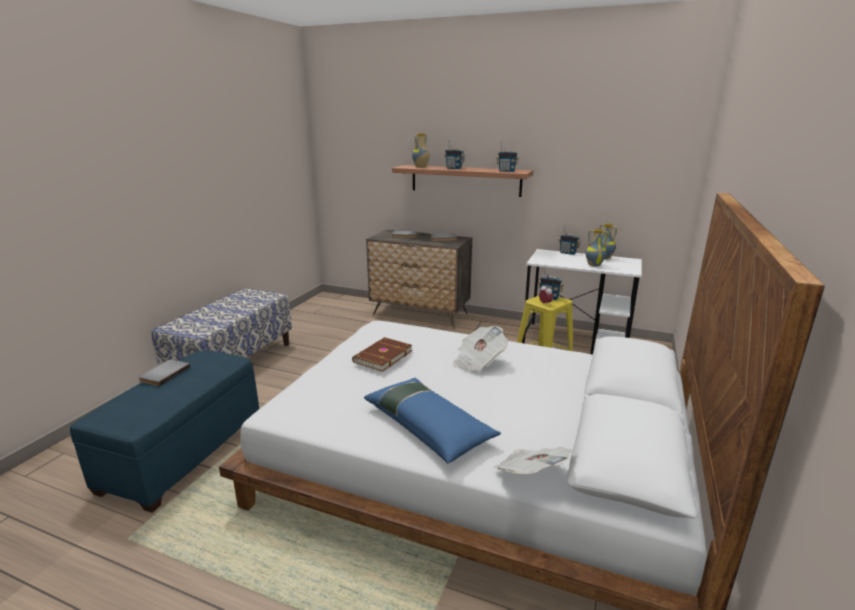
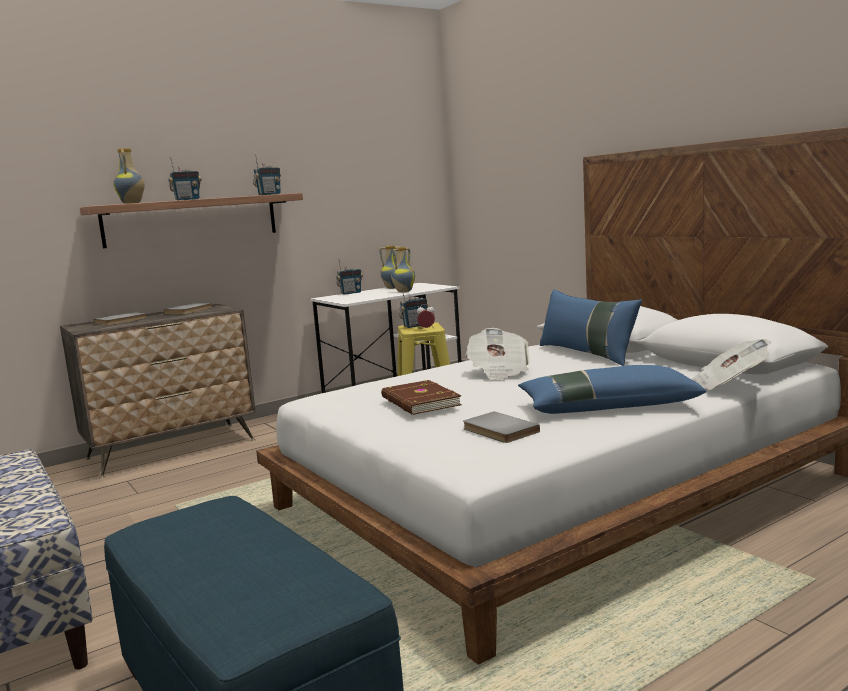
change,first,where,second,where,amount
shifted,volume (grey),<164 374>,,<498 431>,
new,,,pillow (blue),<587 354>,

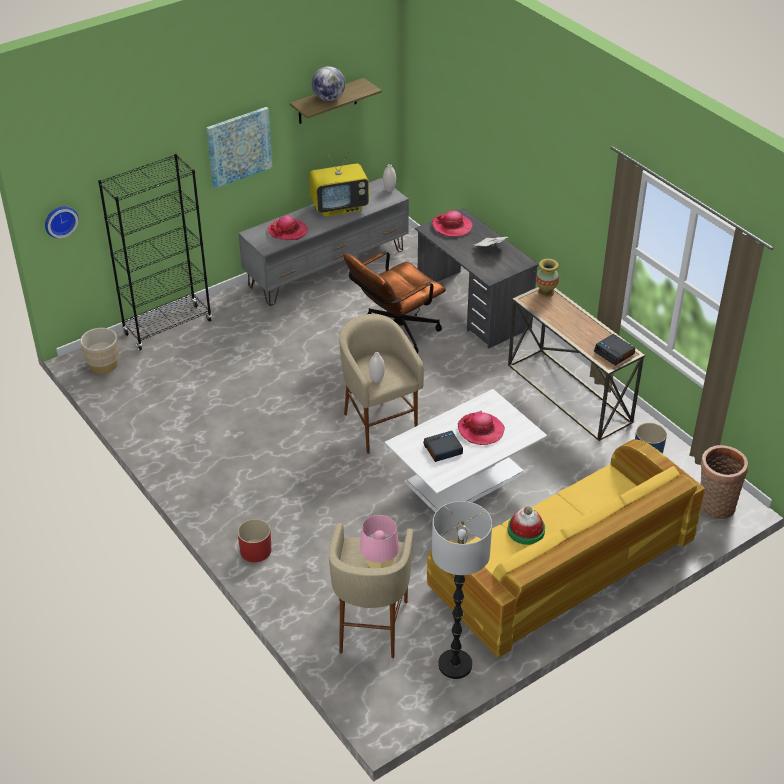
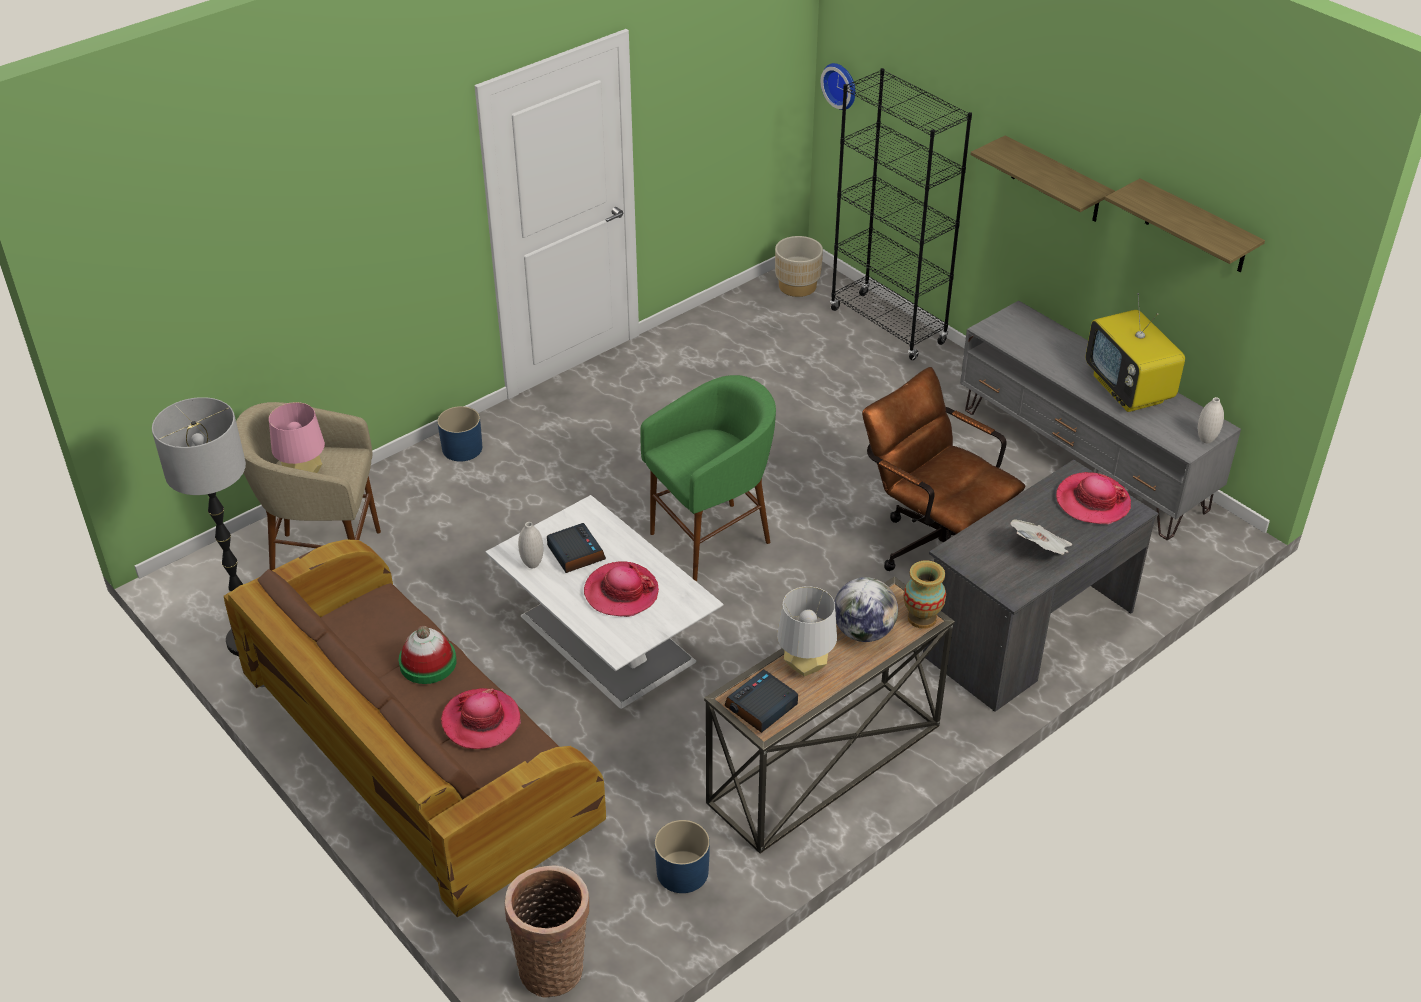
change,first,where,second,where,amount
shifted,globe,<328 98>,,<863 632>,
swapped,picture,<239 147>,wall shelf,<1056 180>,
shifted,wearable hat,<288 231>,,<481 721>,
repainted,stool (beige),<378 425>,stool (green-coloured),<712 540>,
shifted,vase (white),<377 380>,,<532 564>,
repainted,sofa (yellow-coloured),<562 568>,sofa (brown),<415 752>,
repainted,plant pot (reddish),<255 550>,plant pot (blue),<462 448>,
new,,,table lamp (grey),<805 666>,

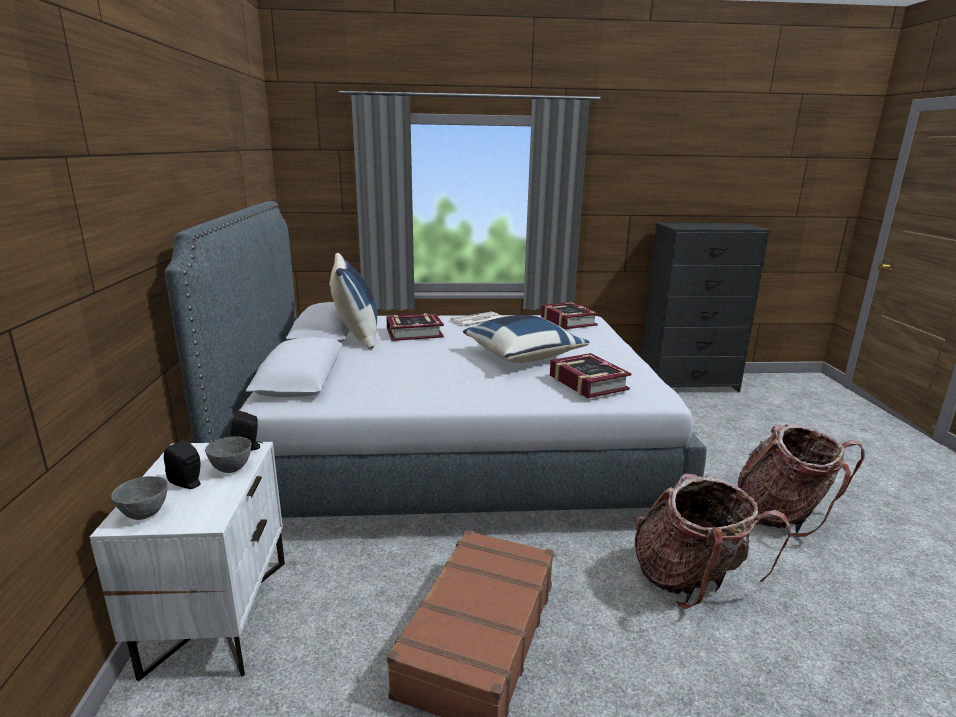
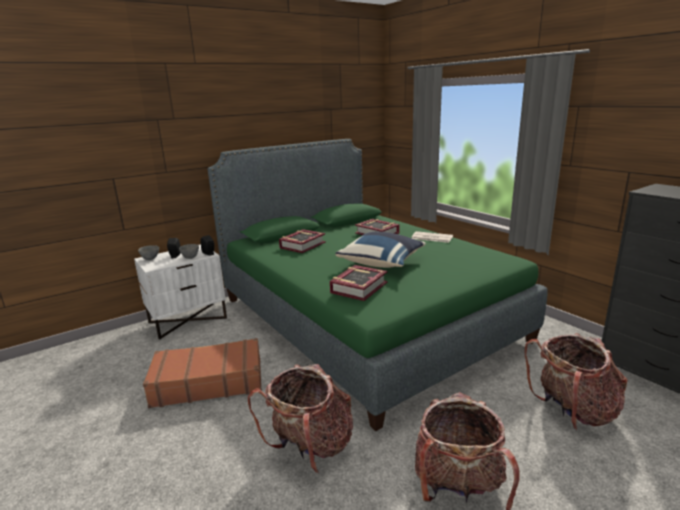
change,first,where,second,where,amount
repainted,bed (grey),<451 453>,bed (green-coloured),<363 318>,
gone,pillow (blue),<355 336>,,,
shifted,volume,<568 321>,,<302 245>,
new,,,rucksack,<572 411>,

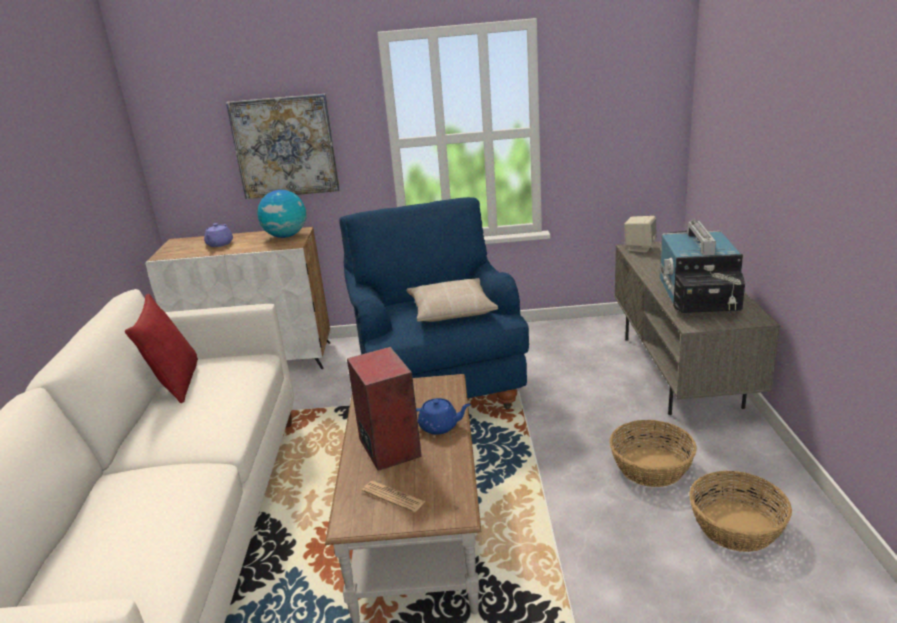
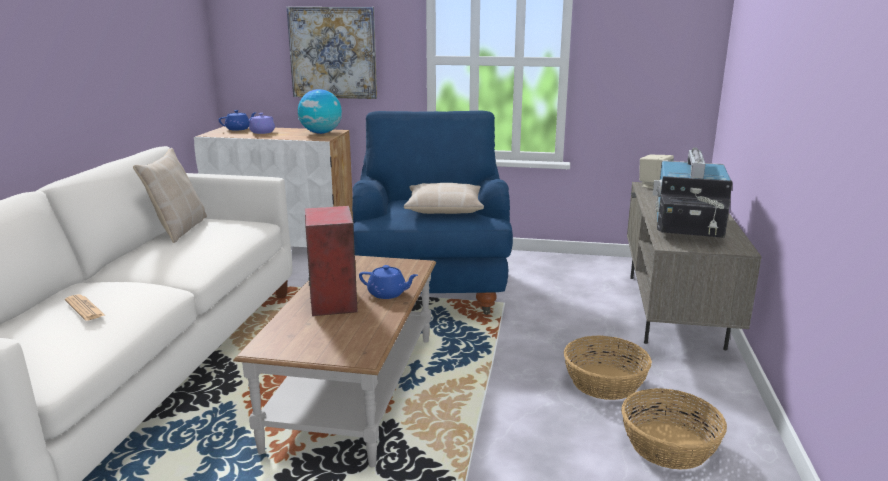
change,first,where,second,where,amount
repainted,pillow (reddish),<175 383>,pillow (beige),<178 229>,
shifted,newspaper,<393 497>,,<84 308>,
new,,,teapot (blue),<238 129>,

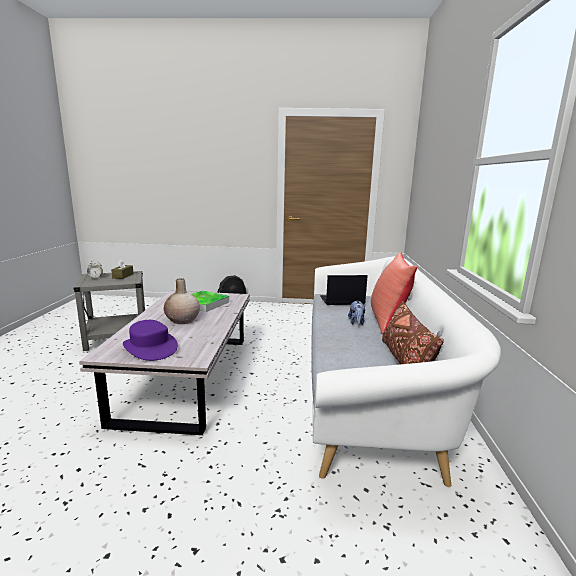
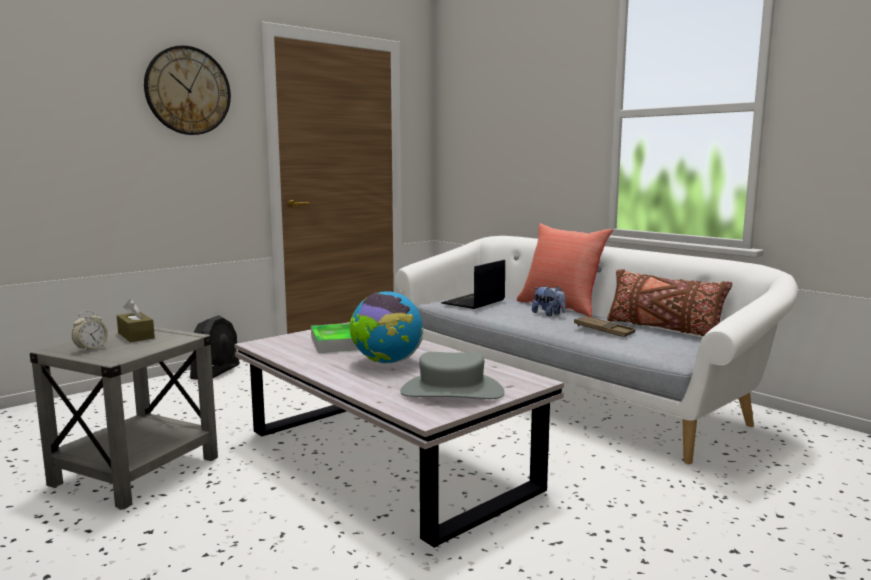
change,first,where,second,where,amount
swapped,vase (beige),<182 320>,globe,<386 362>,
repainted,wearable hat (purple),<150 347>,wearable hat (grey),<451 392>,
new,,,hanging clock,<188 91>,
new,,,tray (brown),<604 331>,

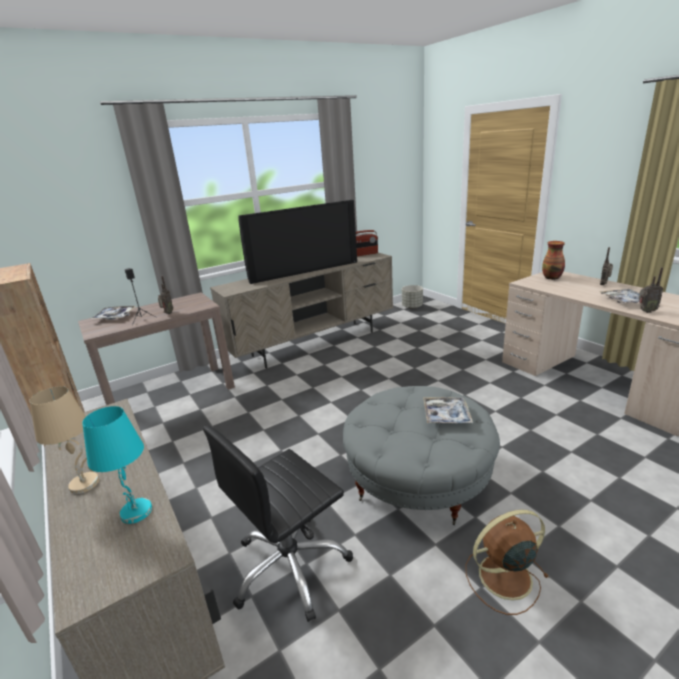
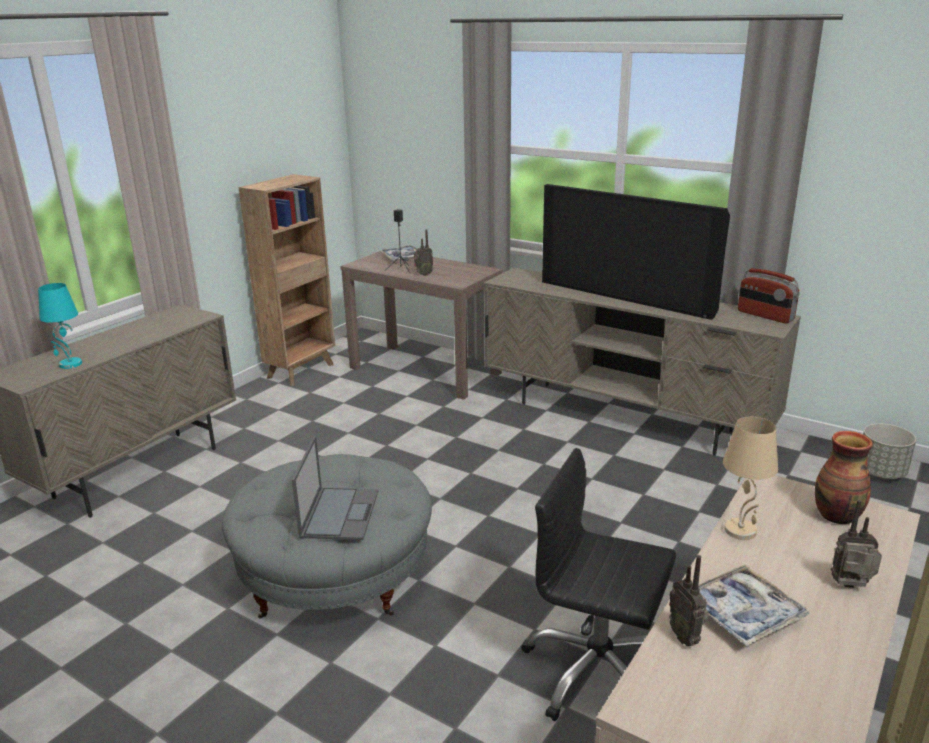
change,first,where,second,where,amount
shifted,table lamp (beige),<85 483>,,<741 531>,
swapped,tray,<446 415>,notebook computer,<339 513>,
shifted,office chair (black),<290 567>,,<597 672>,
gone,fan (brown),<503 577>,,,

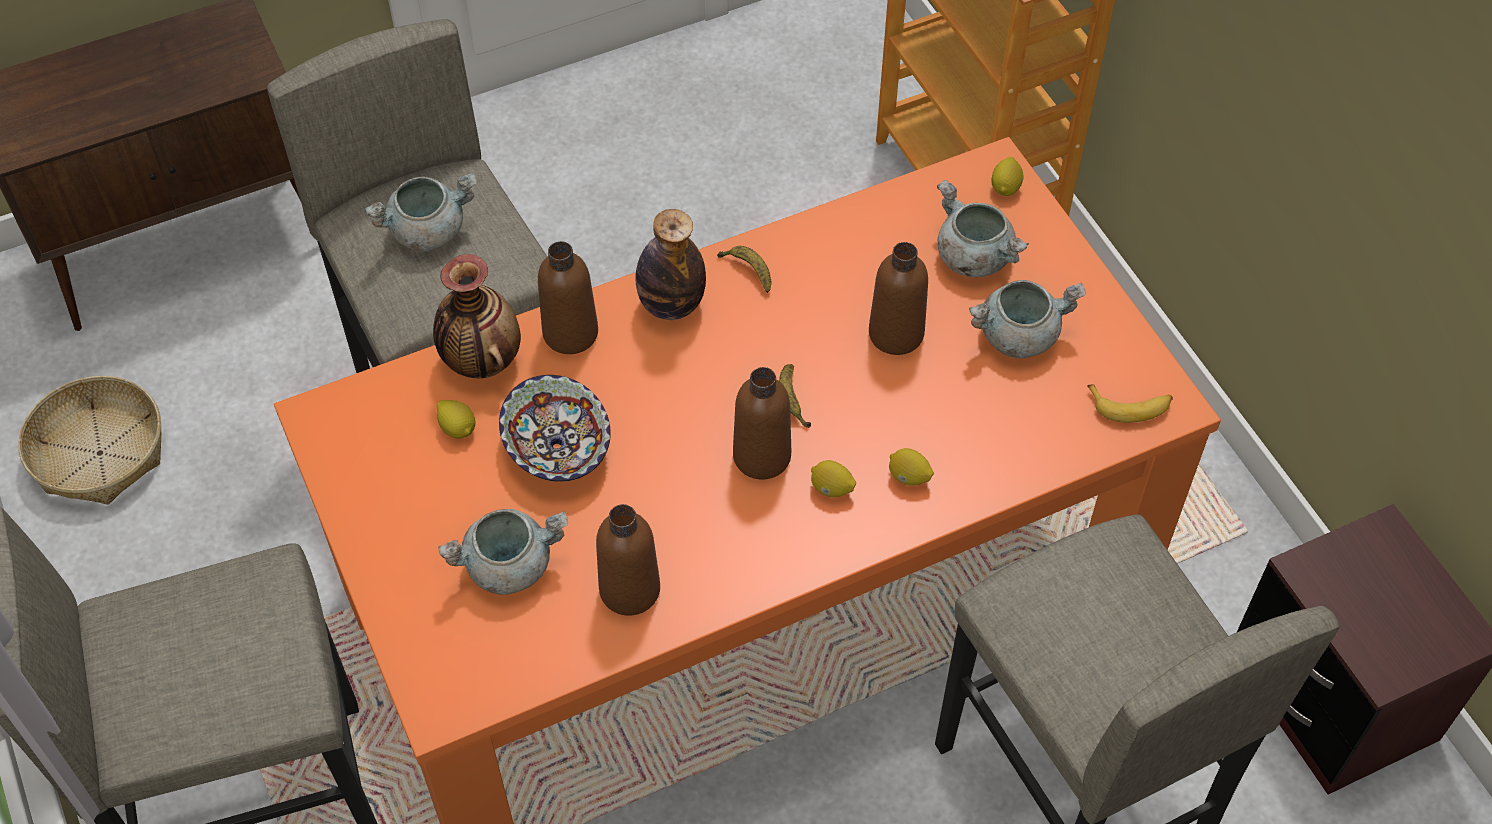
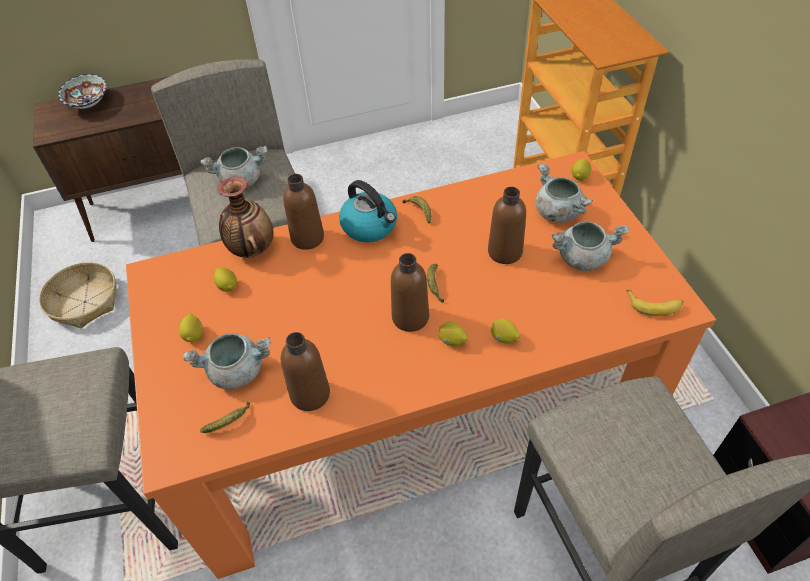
change,first,where,second,where,amount
swapped,beverage bottle,<671 304>,kettle,<370 226>,
shifted,serving bowl,<556 447>,,<88 103>,
new,,,whole lemon,<194 335>,
new,,,banana,<229 422>,

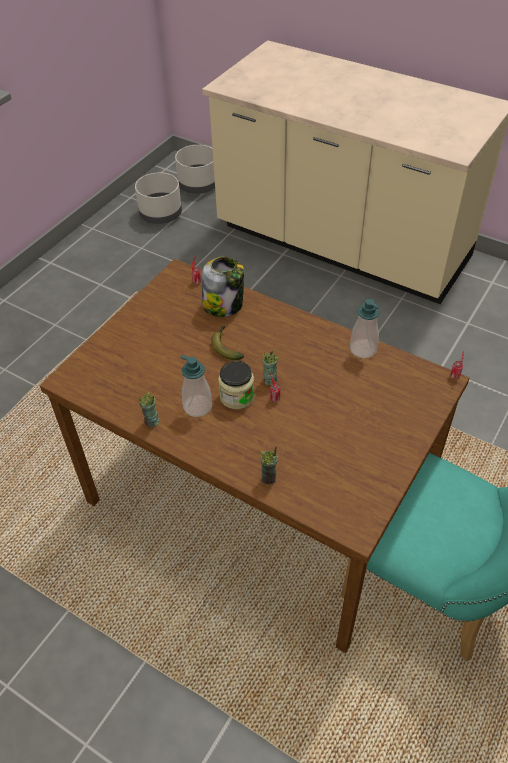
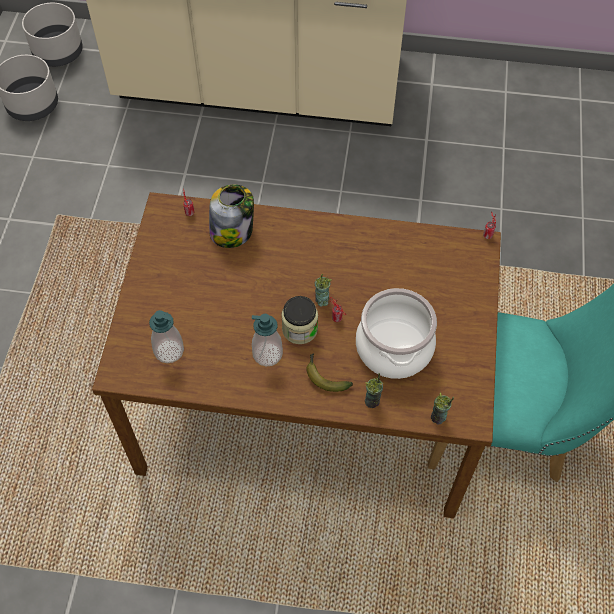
change,first,where,second,where,amount
shifted,soap bottle,<363 349>,,<169 350>,
shifted,banana,<225 346>,,<324 376>,
shifted,drinking cup,<151 422>,,<438 417>,
new,,,stockpot,<393 348>,

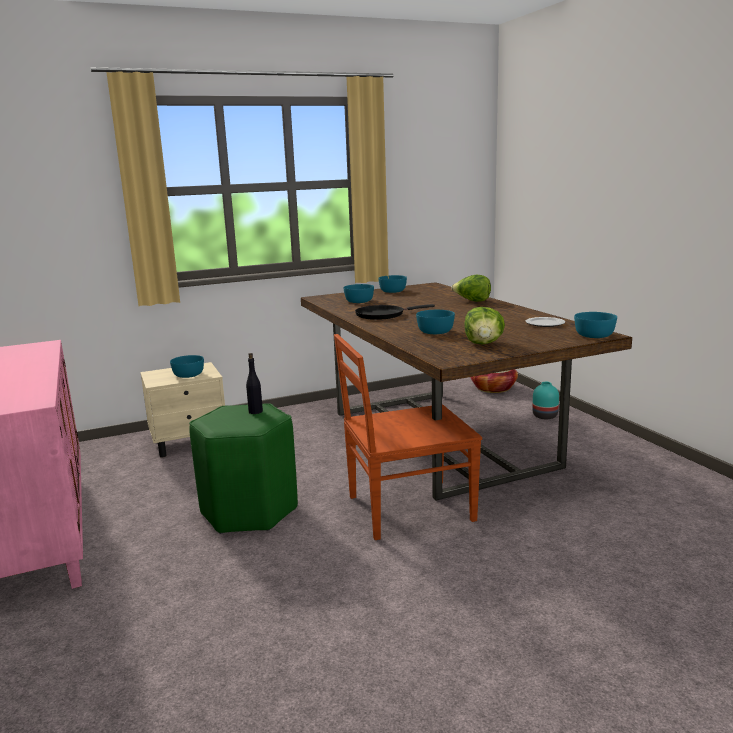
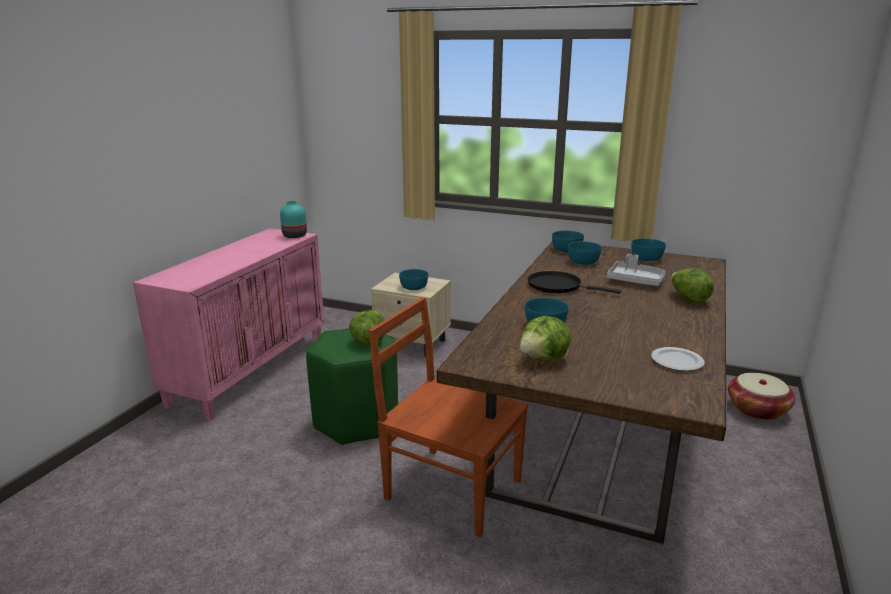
change,first,where,second,where,amount
shifted,serving bowl (blue-green),<594 335>,,<566 249>,
swapped,beverage bottle (black),<255 411>,lettuce,<368 342>,
shifted,vase (blue-green),<545 416>,,<294 236>,
new,,,tray (grey),<635 281>,

